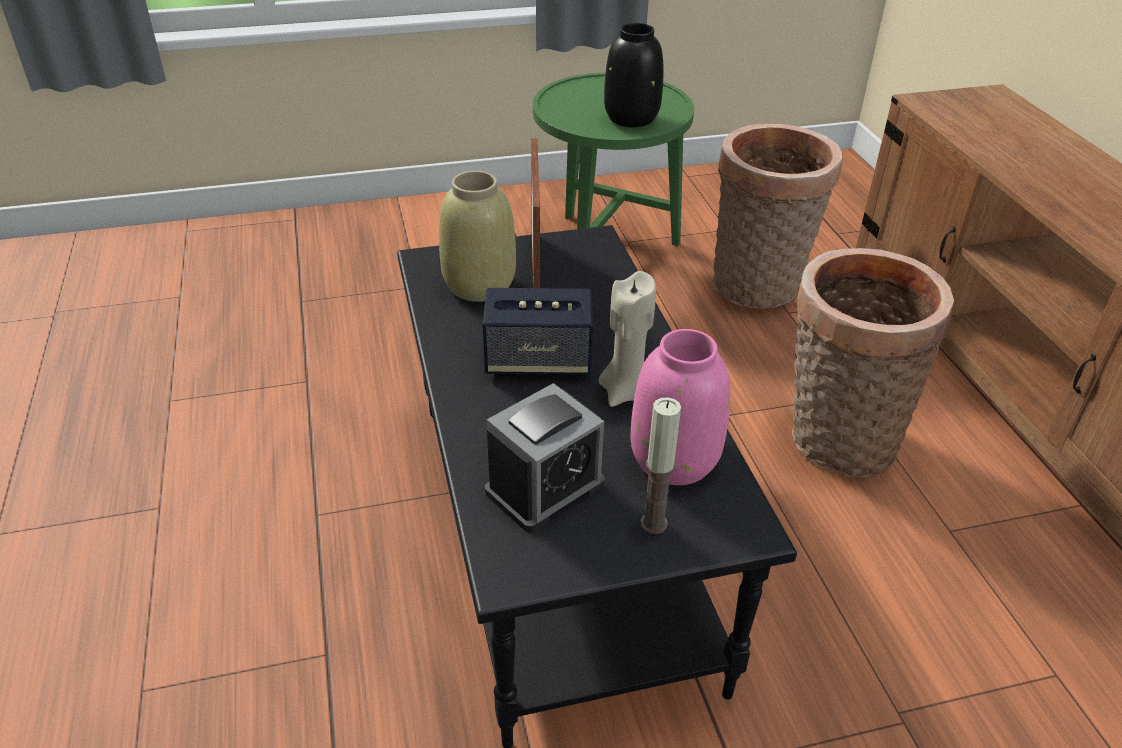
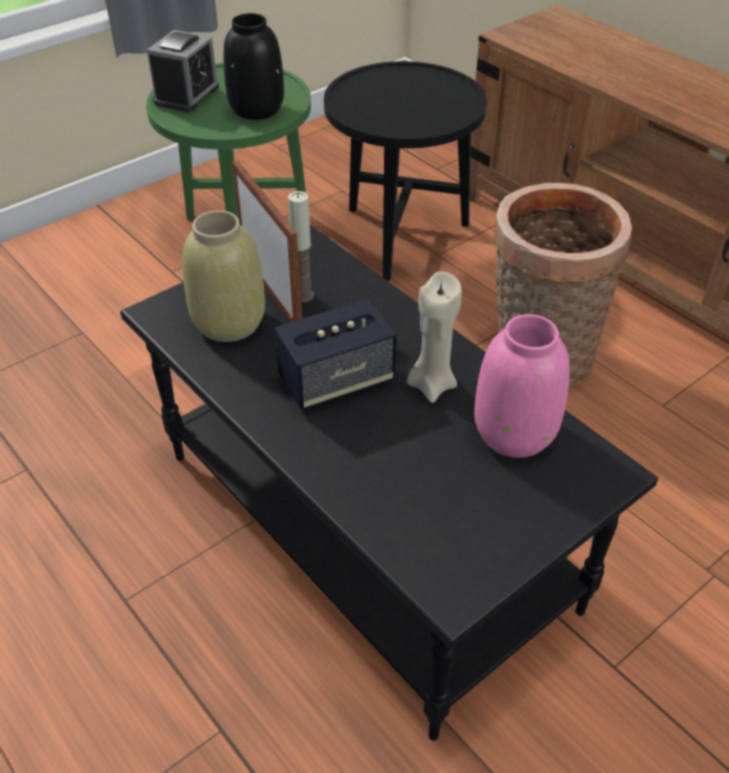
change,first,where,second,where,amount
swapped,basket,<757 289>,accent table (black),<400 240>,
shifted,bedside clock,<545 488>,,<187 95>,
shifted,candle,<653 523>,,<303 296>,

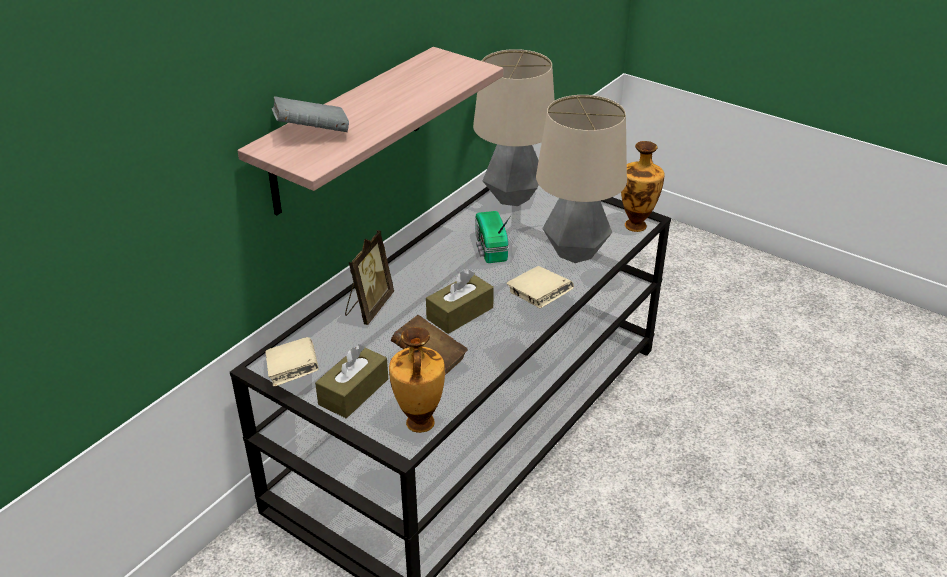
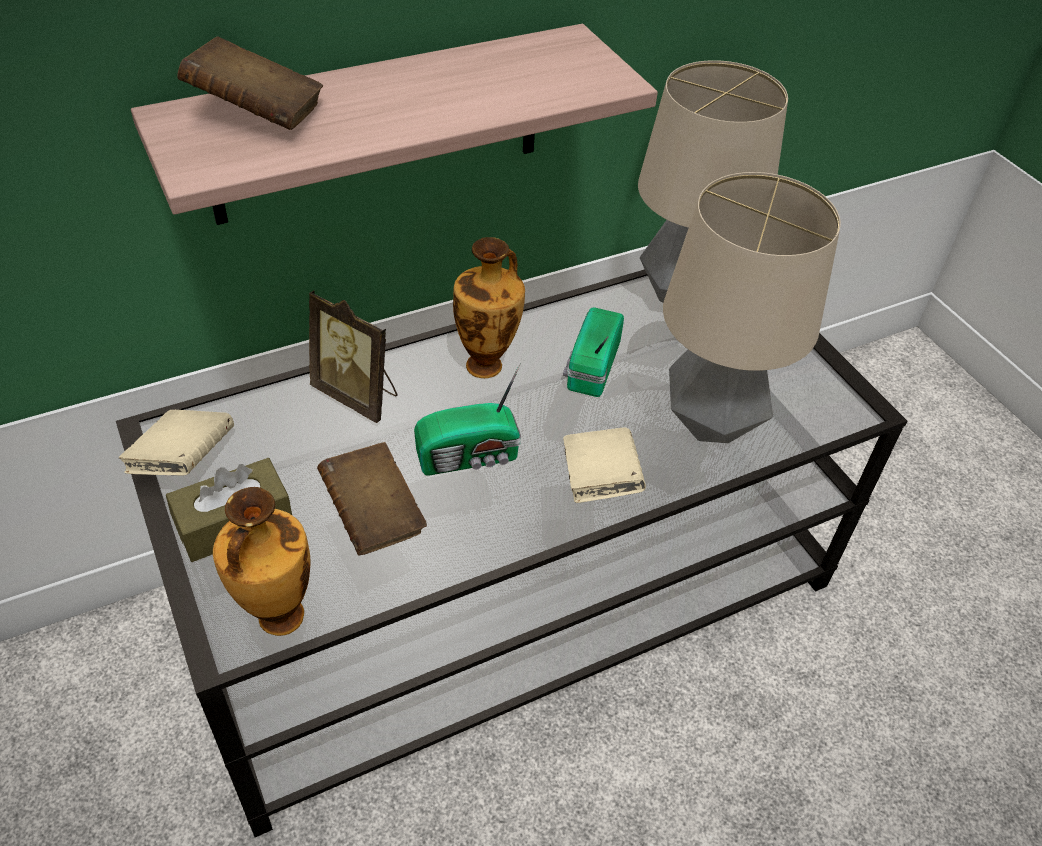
change,first,where,second,where,amount
repainted,volume (grey),<312 132>,volume (brown),<257 113>,
shifted,vase,<636 225>,,<487 365>,
rotated,picture frame,<368 307>,,<358 395>,75 degrees clockwise
swapped,tissue holder (brown),<460 313>,radio set,<470 457>,

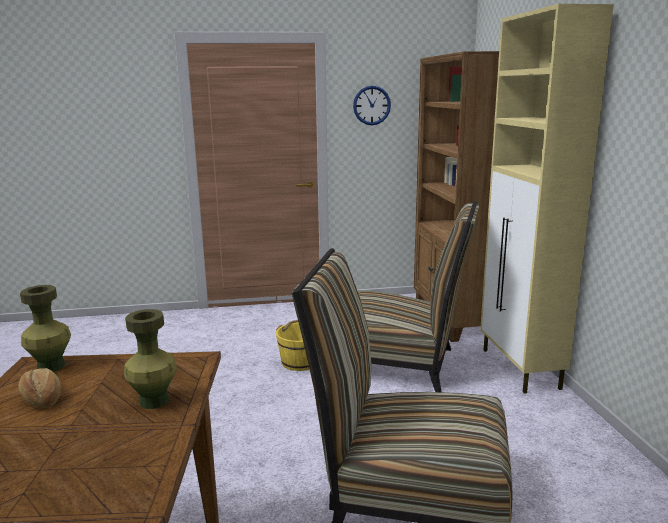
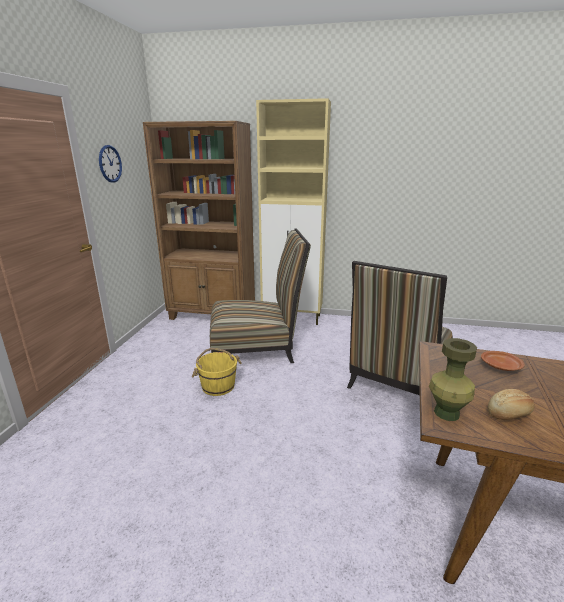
change,first,where,second,where,amount
rotated,plain chair,<401 364>,,<257 348>,45 degrees clockwise
swapped,vase (green-coloured),<154 401>,flat dish (brown),<501 366>,

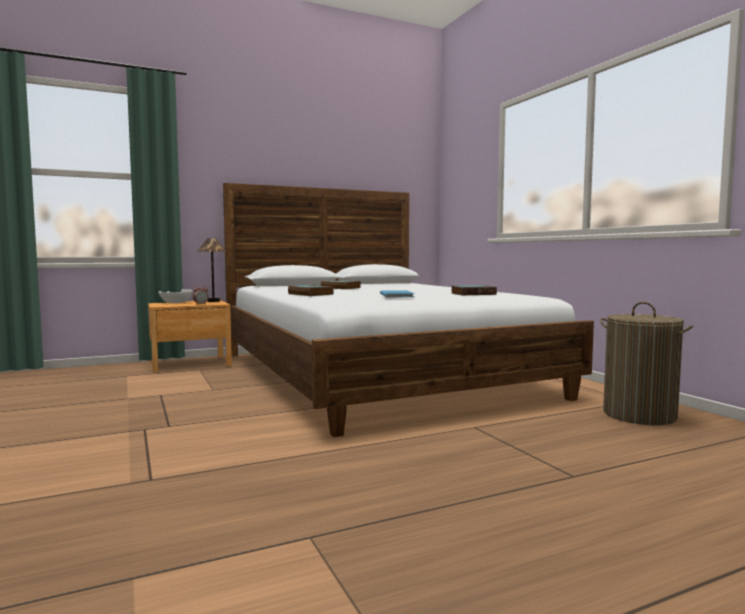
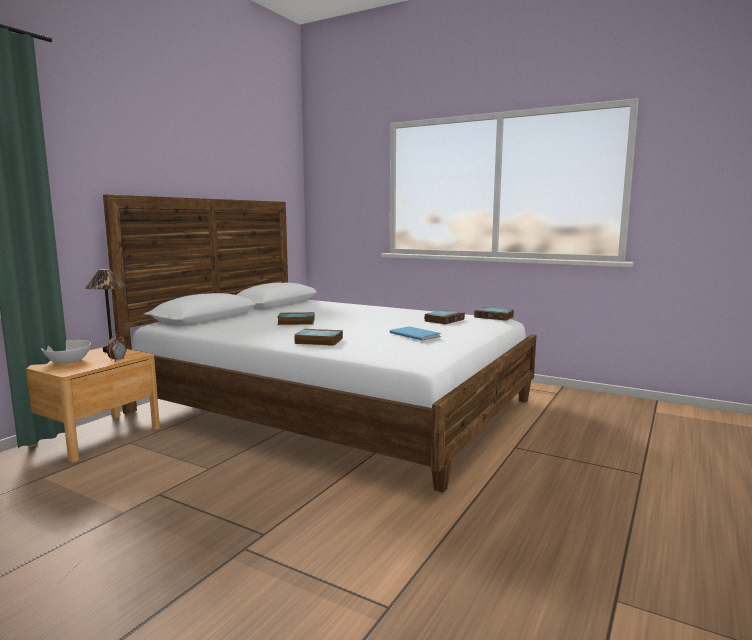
change,first,where,second,where,amount
gone,laundry basket,<639 415>,,,
new,,,volume,<495 317>,

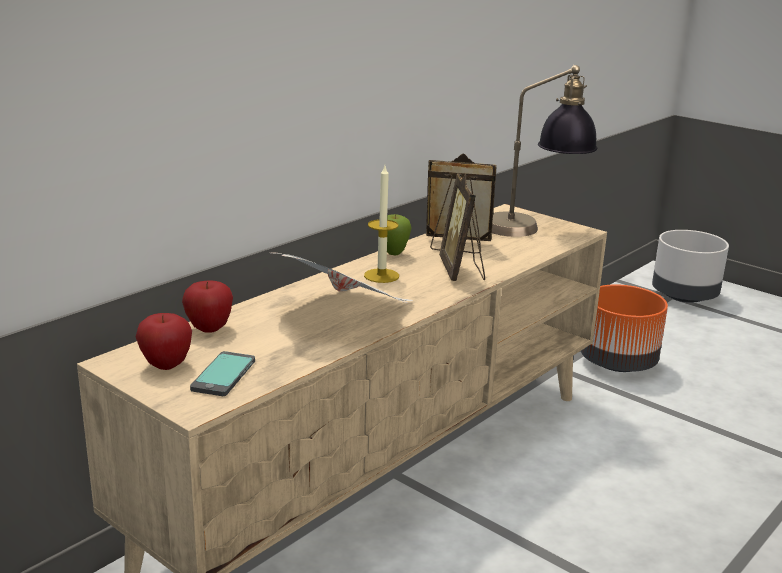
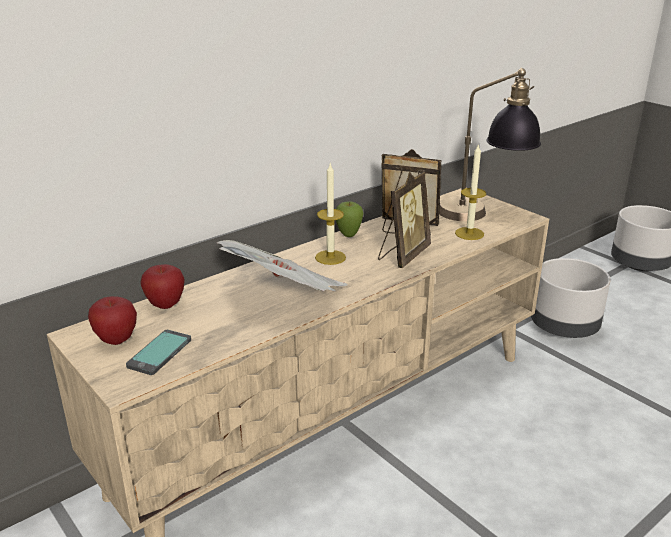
change,first,where,second,where,amount
rotated,picture frame,<462 271>,,<403 255>,150 degrees counterclockwise
repainted,plant pot (orangey),<617 363>,plant pot (grey),<564 327>,
new,,,candle,<469 233>,

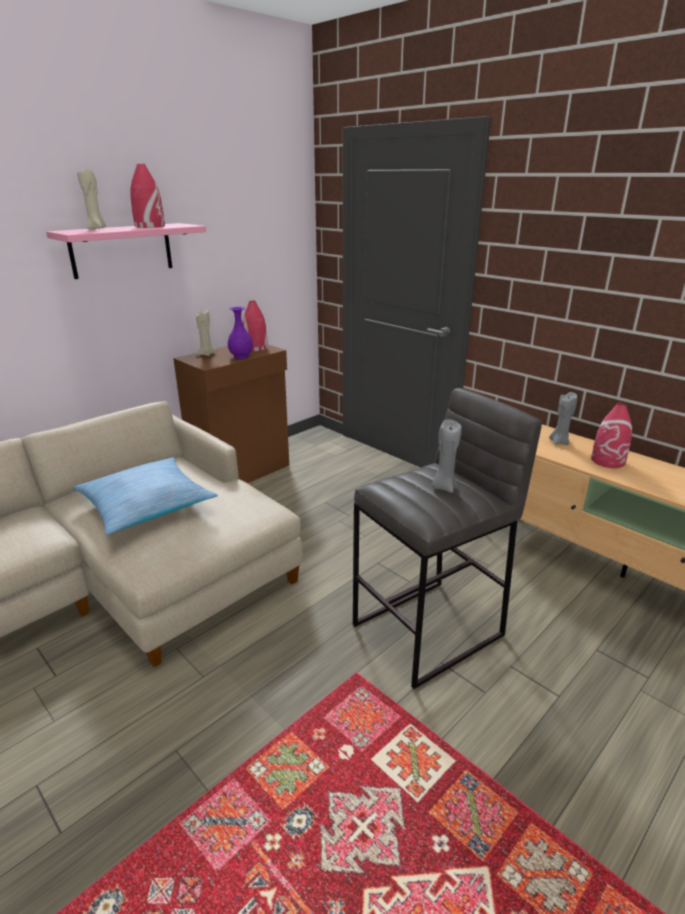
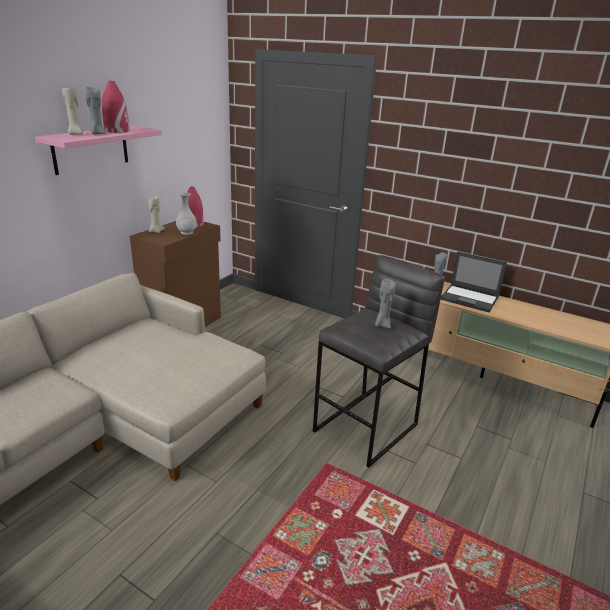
change,first,where,second,where,amount
repainted,vase (purple),<241 356>,vase (white),<186 232>,
swapped,vase (reddish),<608 461>,notebook computer,<470 299>,
gone,pillow,<146 505>,,,
new,,,candle (grey),<97 134>,

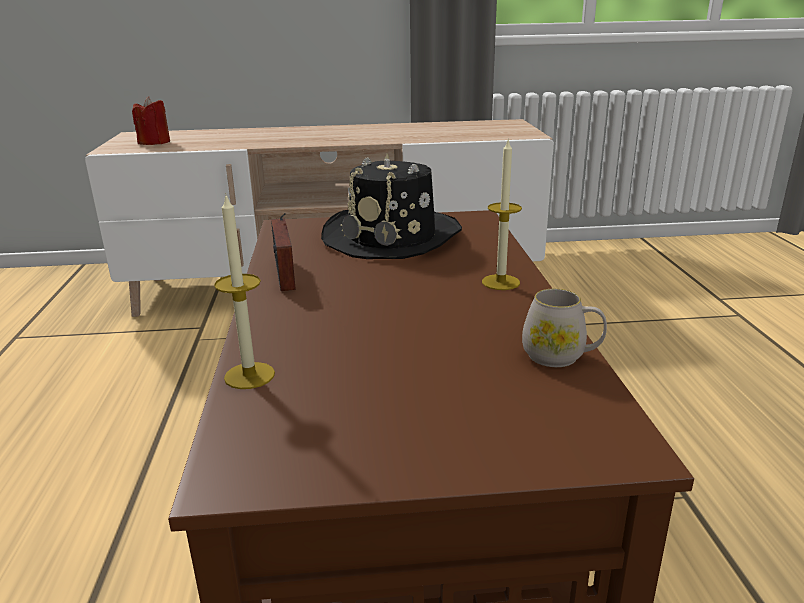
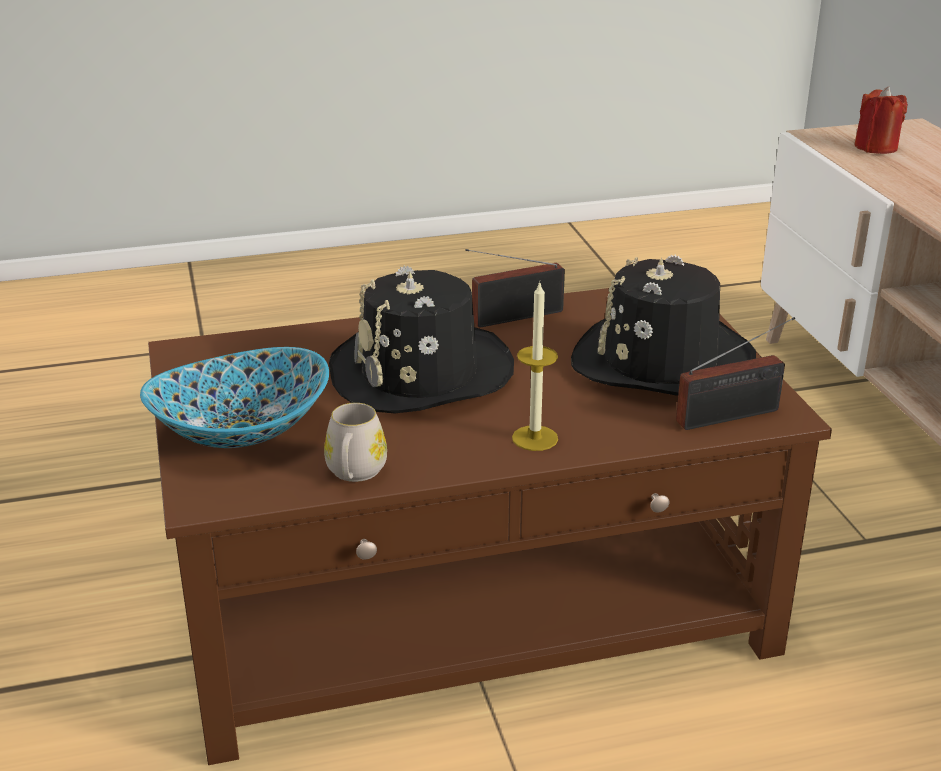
change,first,where,second,where,amount
gone,candle,<249 375>,,,
new,,,wearable hat (black),<421 373>,
new,,,radio set,<733 415>,
new,,,serving bowl,<240 431>,

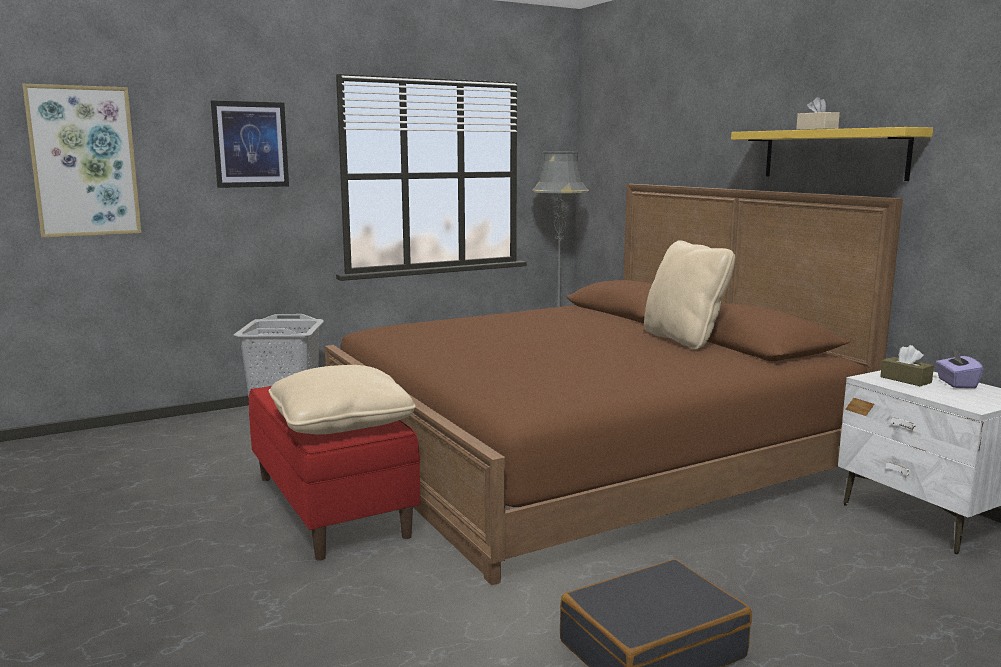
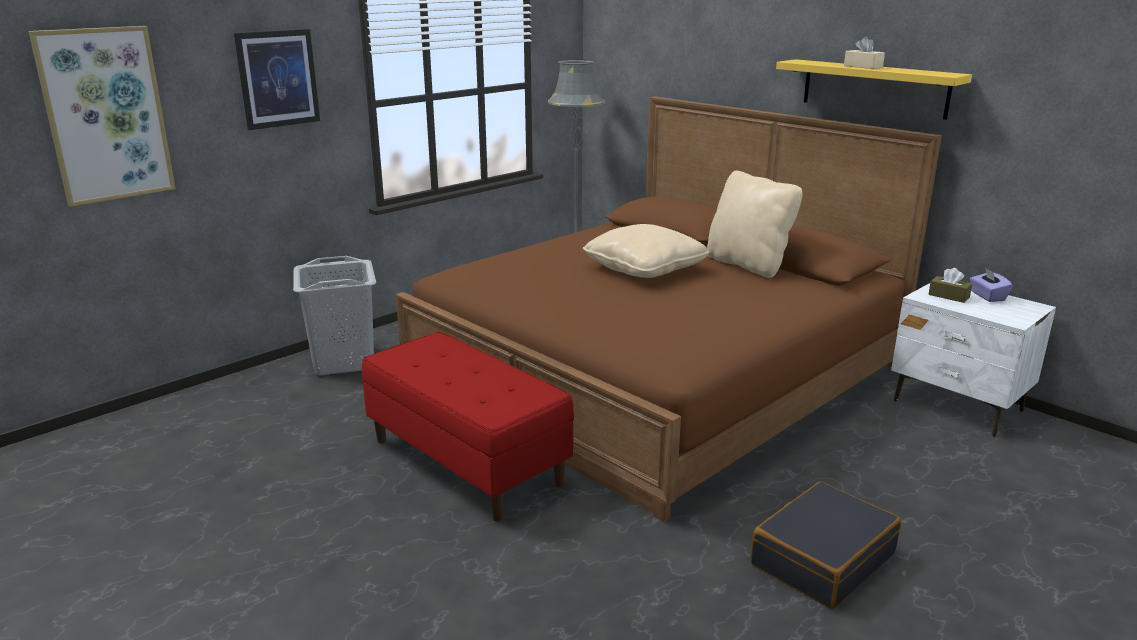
change,first,where,second,where,amount
shifted,pillow (beige),<341 423>,,<644 269>,

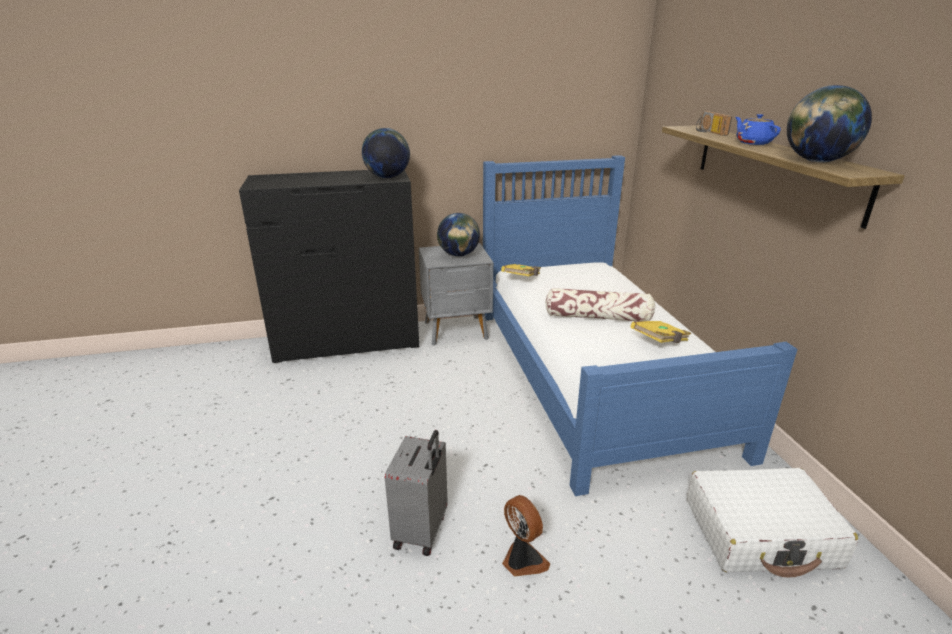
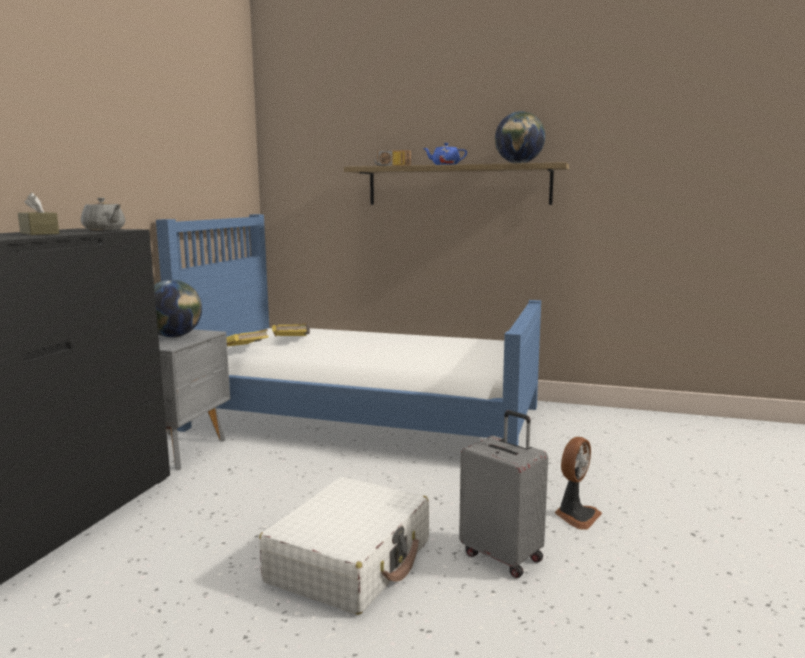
change,first,where,second,where,amount
swapped,globe,<387 177>,teapot (grey),<104 230>,
gone,pillow,<598 317>,,,
shifted,volume (yellow-coloured),<660 342>,,<291 341>,
shifted,suitcase (white),<761 533>,,<351 561>,
rotated,fan,<522 560>,,<576 516>,135 degrees clockwise
new,,,tissue holder (brown),<39 233>,

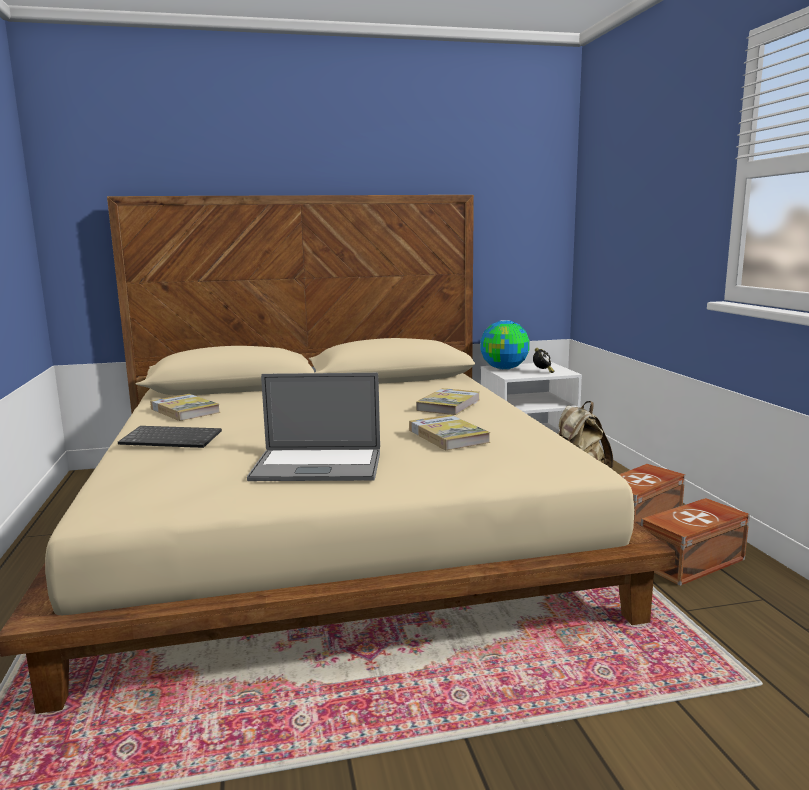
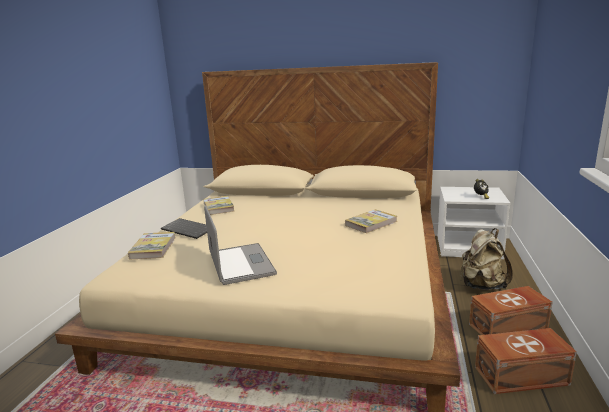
change,first,where,second,where,amount
gone,globe,<504 368>,,,
rotated,notebook computer,<317 466>,,<241 263>,135 degrees counterclockwise
shifted,volume,<448 436>,,<153 248>,

